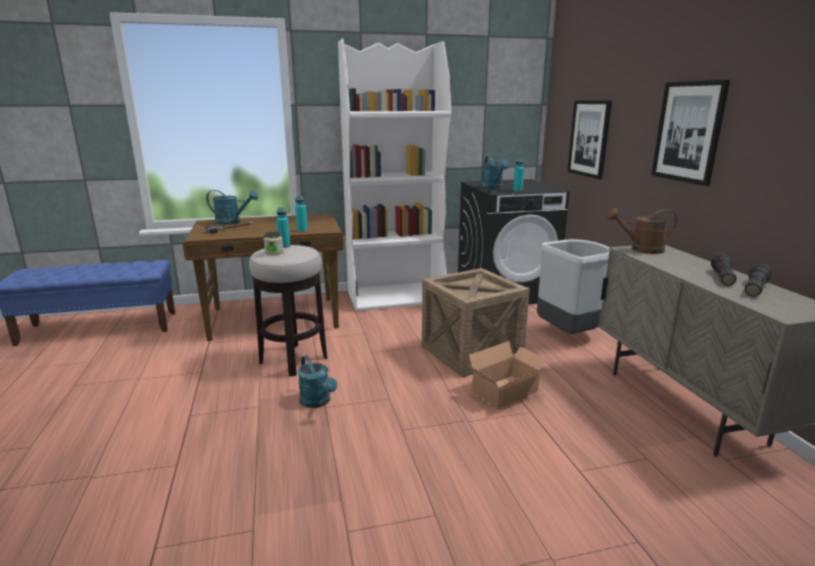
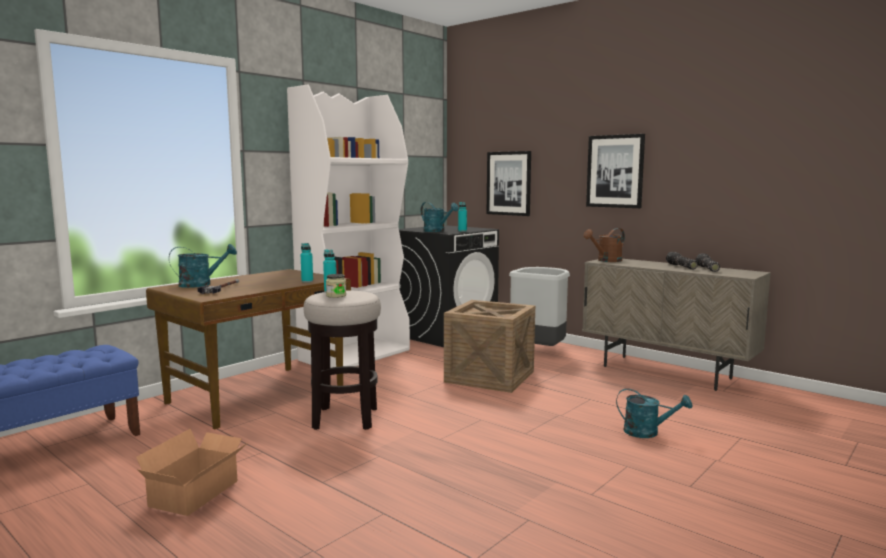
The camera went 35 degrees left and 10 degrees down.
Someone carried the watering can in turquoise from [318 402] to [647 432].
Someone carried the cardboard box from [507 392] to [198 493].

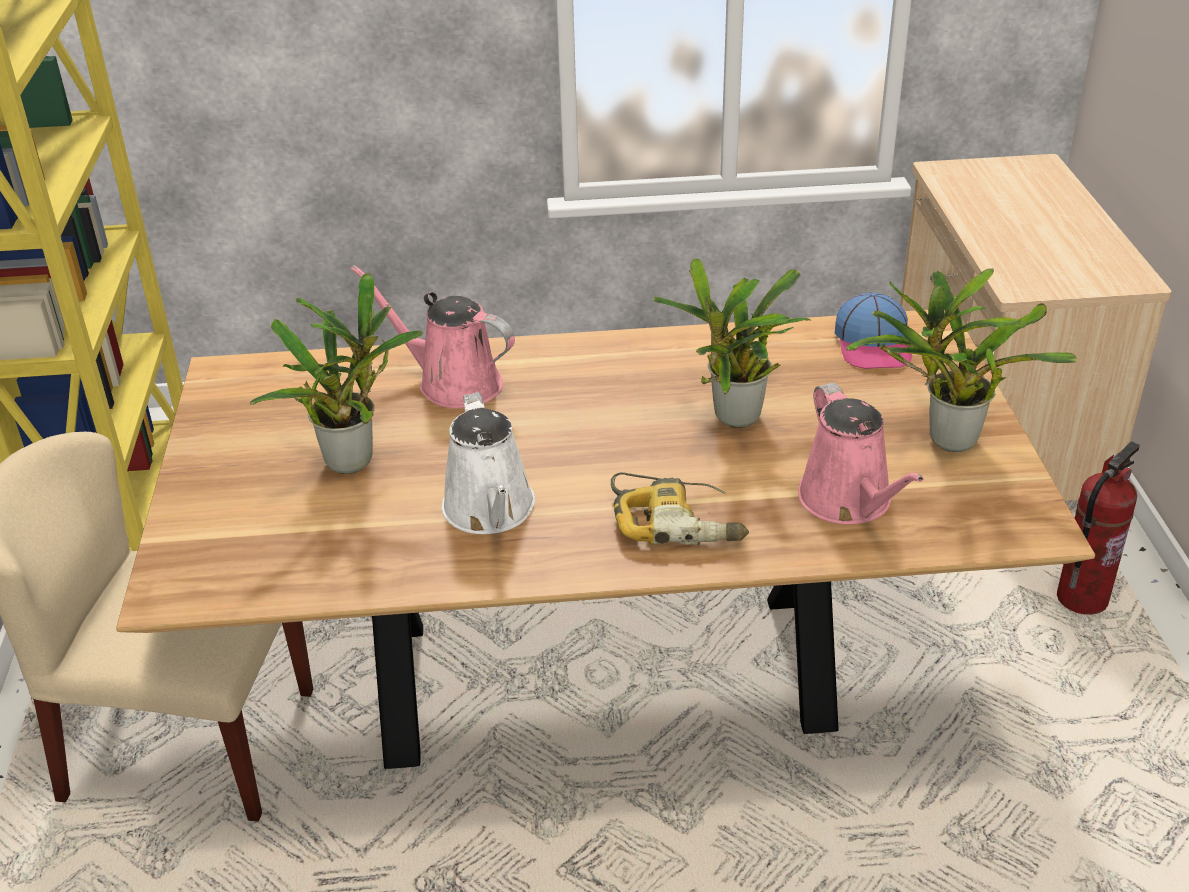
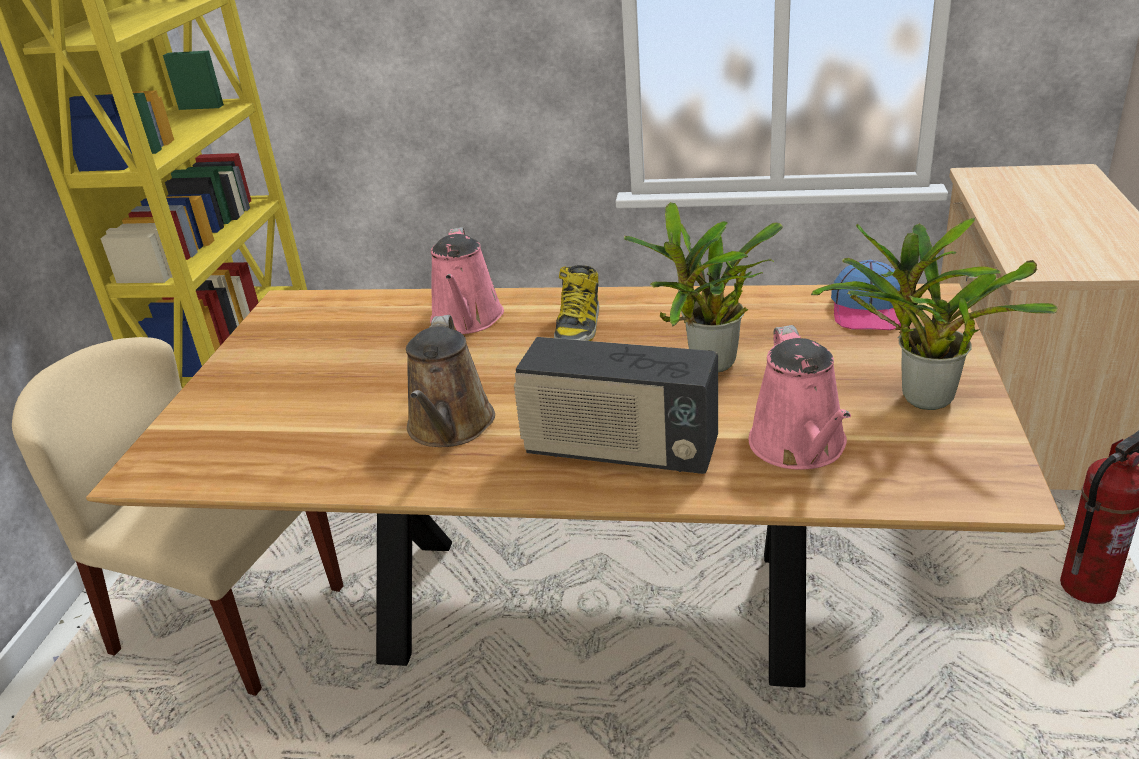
The camera went 15 degrees right and 5 degrees down.
Someone took away the potted plant at [354 458].
Someone rotated the watering can in pink at [452 383] by 135 degrees counterclockwise.
Someone repainted the watering can in white at [490 511], which became the watering can in brown at [450 427].
Someone swapped the power drill at [677 521] for the radio at [620 451].
Someone put down the boot at [578 327].

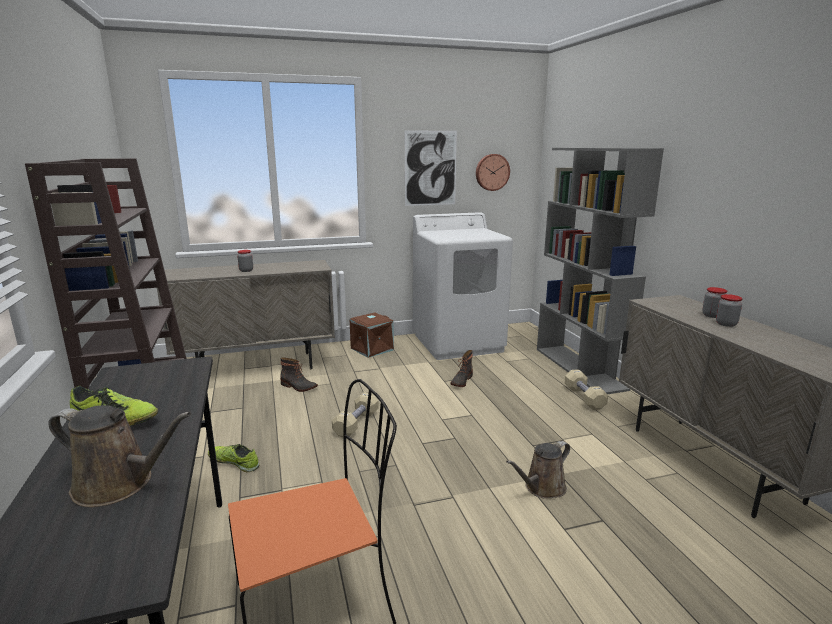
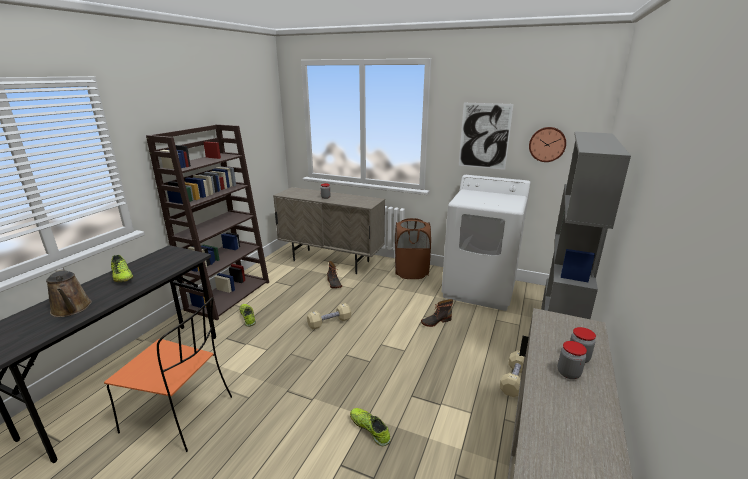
The camera went 40 degrees right and 5 degrees up.
Someone swapped the storage box in brown at [372 349] for the laundry basket in brown at [411 272].
Someone swapped the watering can in brown at [542 488] for the shoe at [370 429].

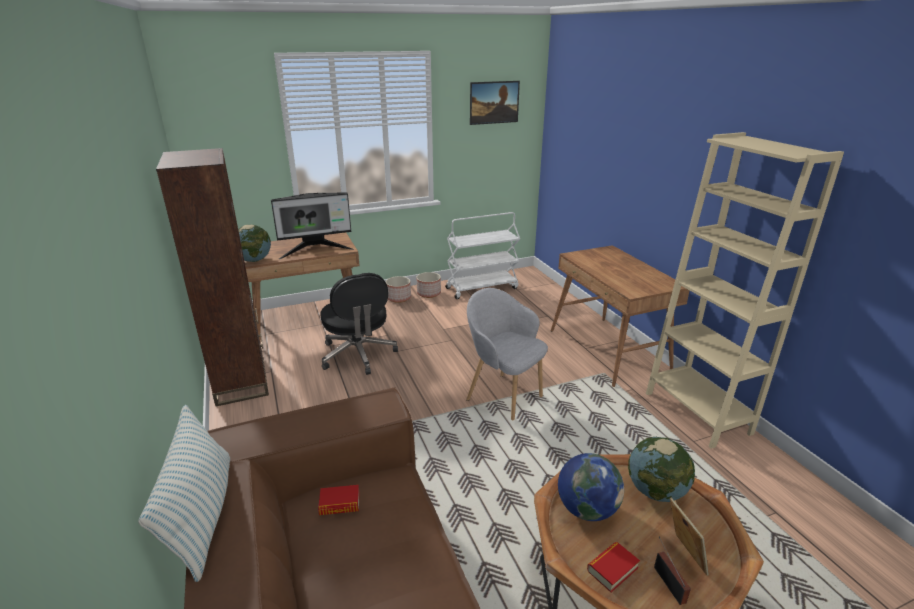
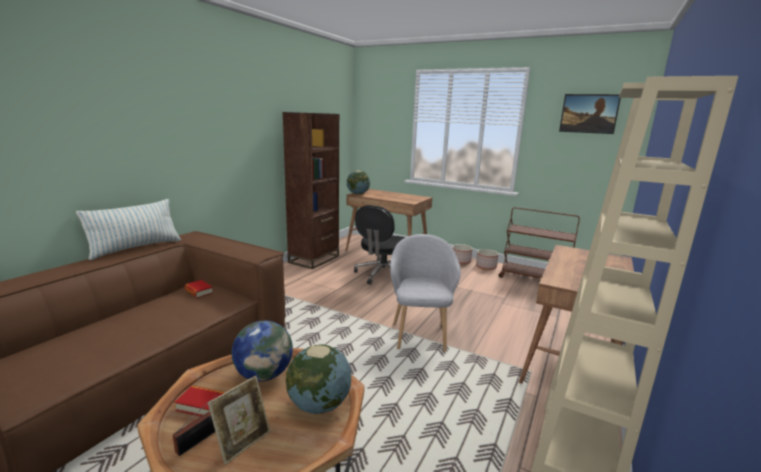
The camera went 50 degrees right and 10 degrees down.
Someone took away the monitor at [316 250].
Someone repainted the cart in white at [482 288], which became the cart in brown at [534 279].

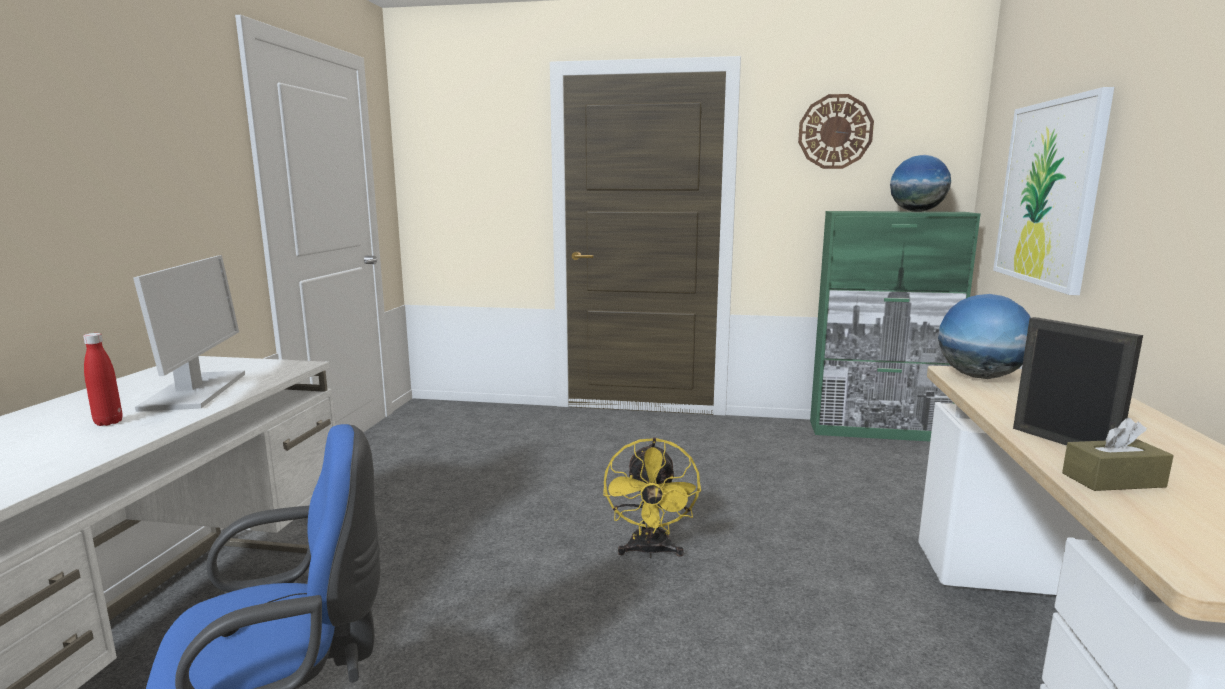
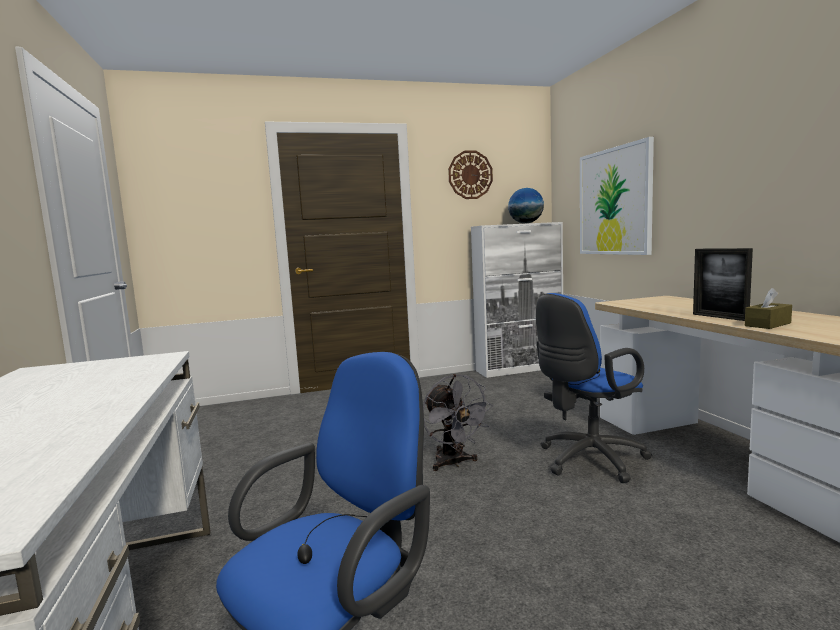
The camera went 25 degrees left and 5 degrees down.
Someone took away the bottle in red at [108 422].
Someone took away the monitor at [195 391].
Someone repainted the fan in yellow at [650 551], which became the fan in grey at [453 463].
Someone repainted the cabinet in green at [878 431], which became the cabinet in white at [520 369].
Someone took away the globe at [979 377].
Someone rotated the picture frame at [1063 442] by 150 degrees counterclockwise.
Someone put down the office chair in blue at [587 461].

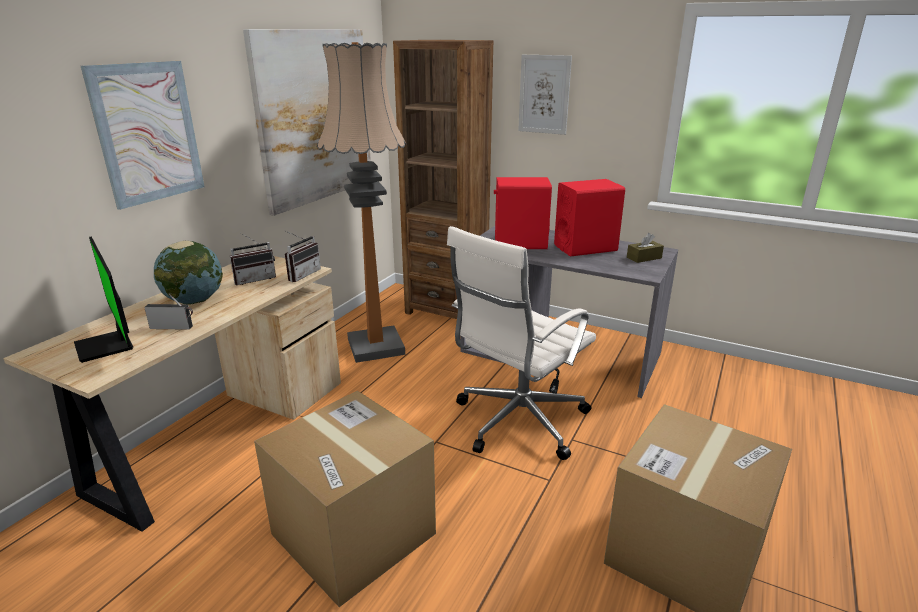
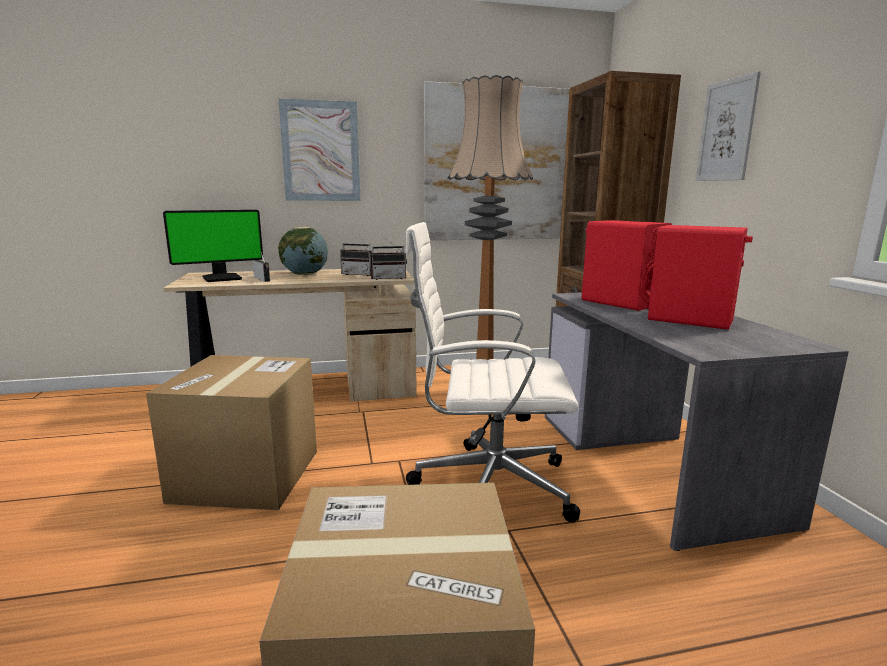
The camera went 50 degrees right and 10 degrees down.
Someone rotated the monitor at [107 346] by 135 degrees counterclockwise.
Someone took away the tissue box in brown at [644 258].

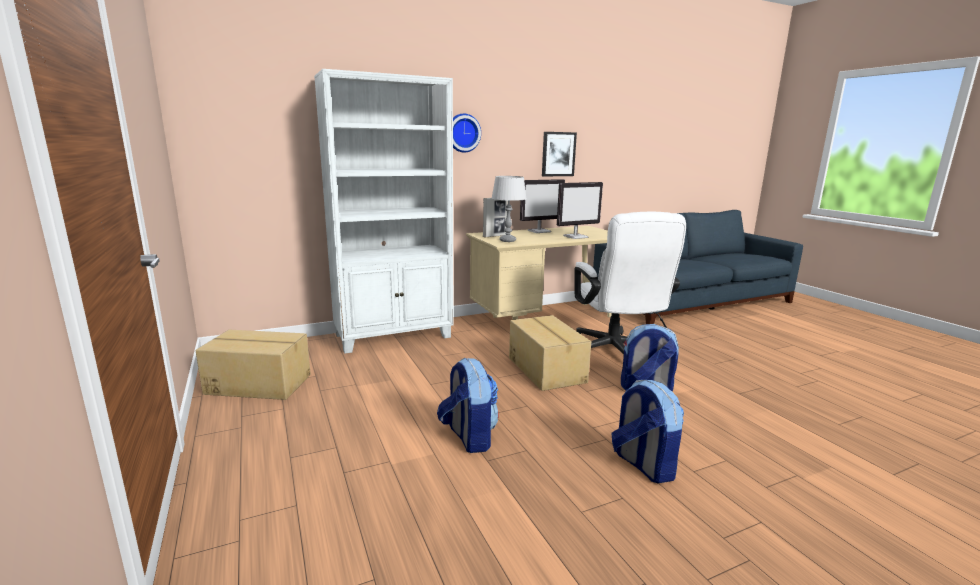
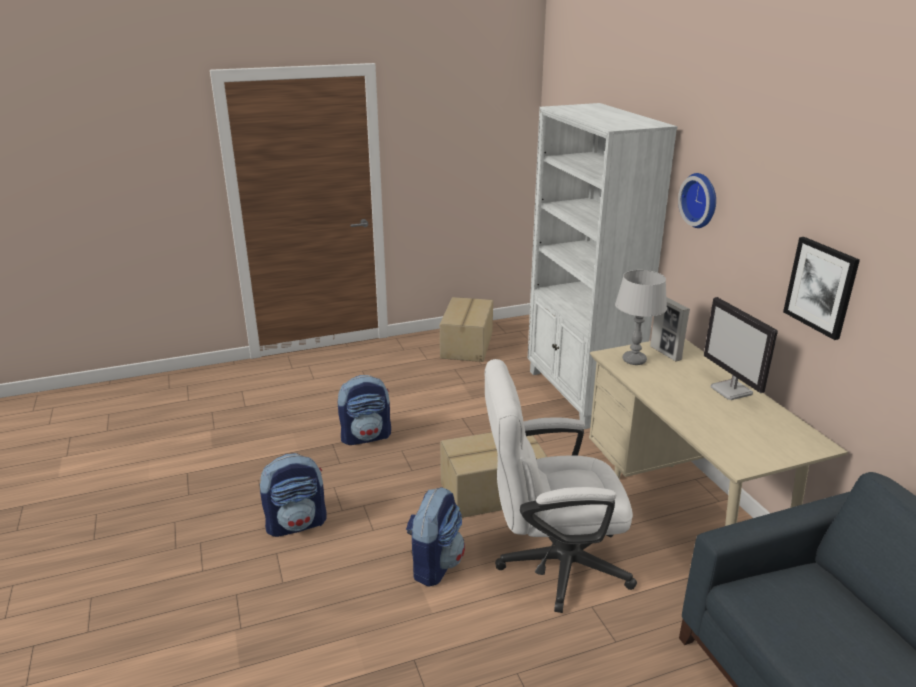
The camera went 95 degrees right and 10 degrees up.
Someone took away the monitor at [576 237].

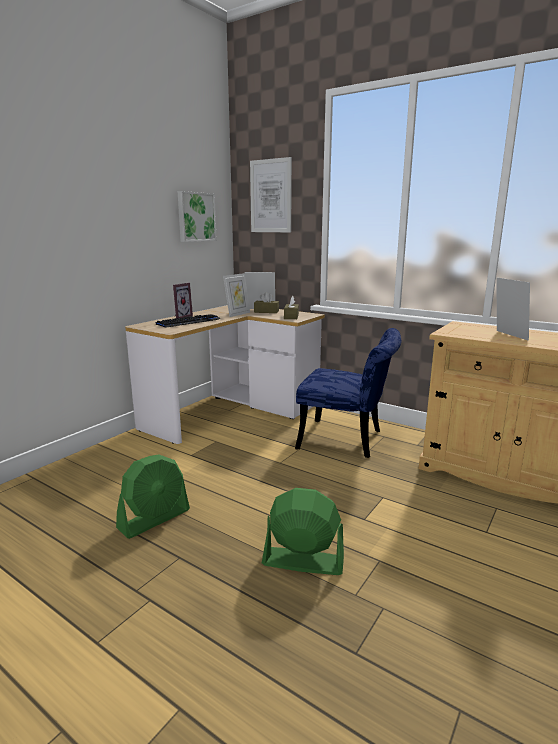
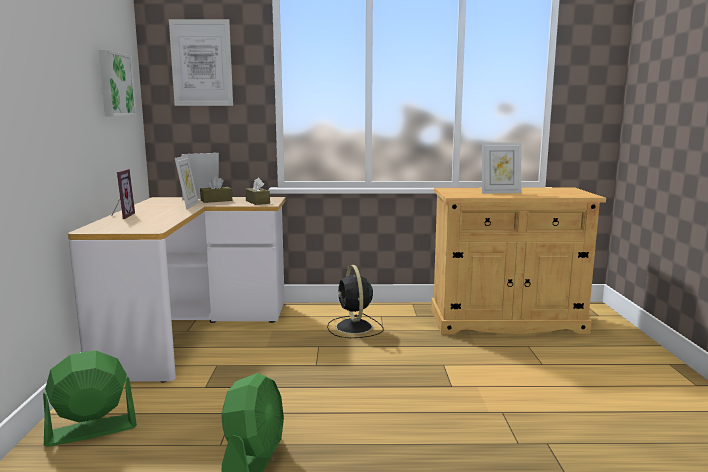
The camera went 35 degrees left and 5 degrees down.
Someone took away the keyboard at [189 322].
Someone carried the fan in green from [302 561] to [91 430].
Someone swapped the chair in blue at [348 440] for the fan in black at [354 328].
Someone rotated the picture frame at [508 335] by 135 degrees clockwise.

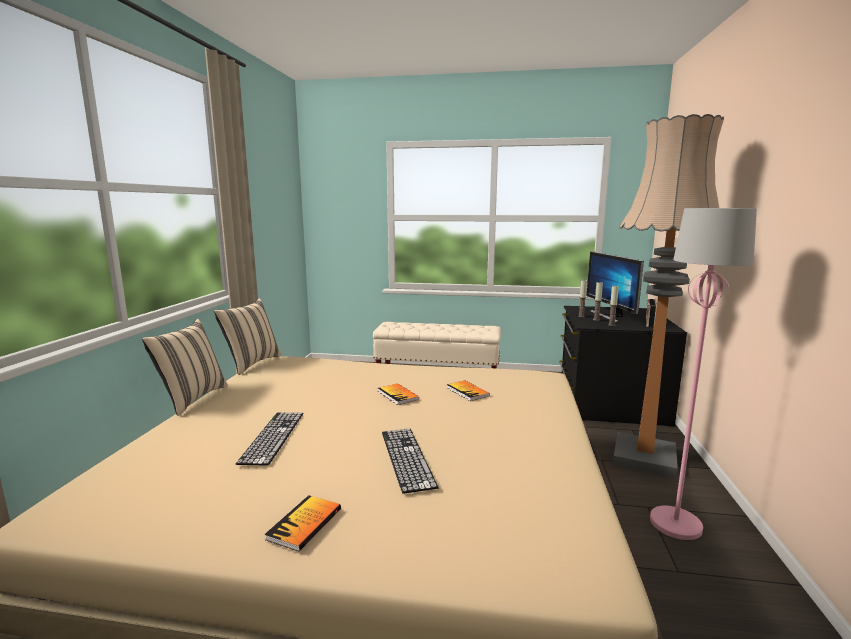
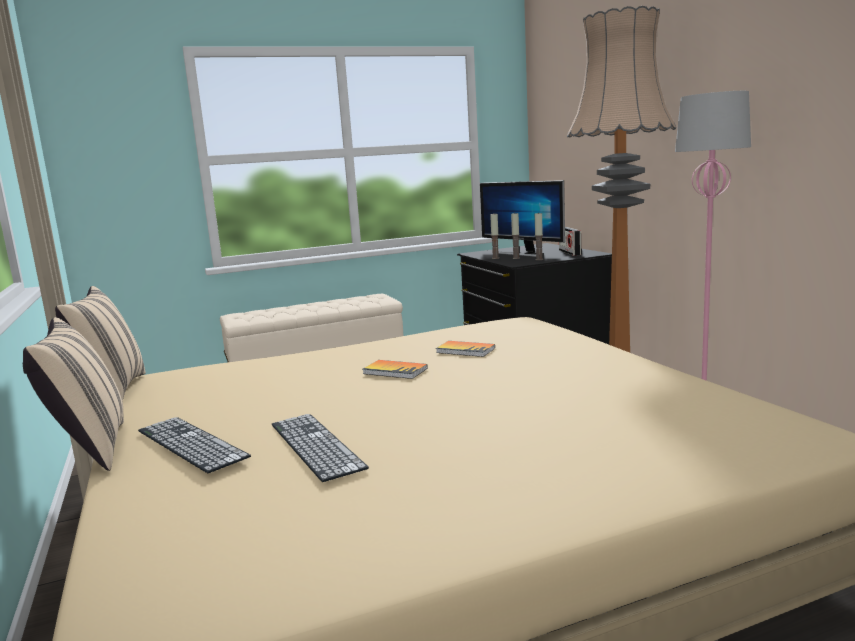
The camera went 30 degrees left and 0 degrees up.
Someone took away the book at [304 524].
Someone carried the keyboard from [406 458] to [191 443].

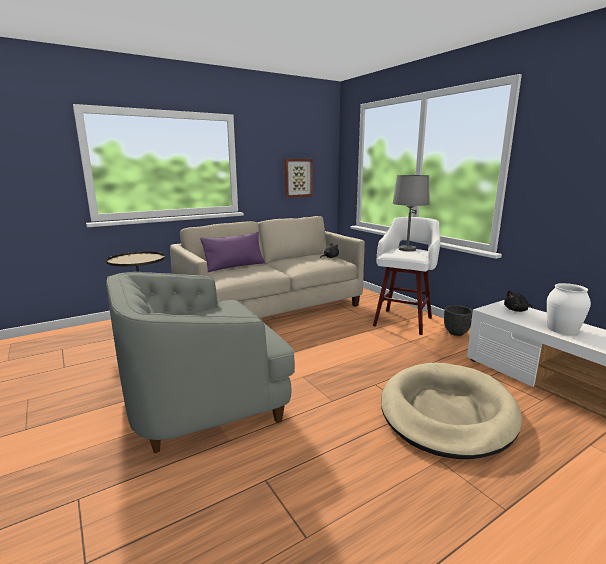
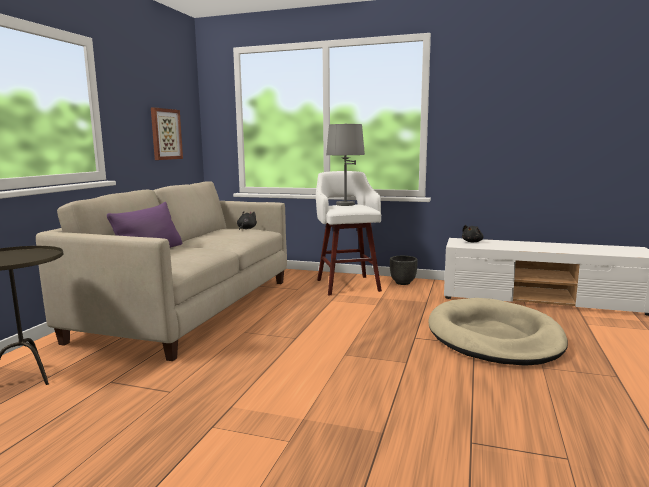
The camera went 40 degrees left and 5 degrees down.
Someone took away the armchair in grey at [202 398].
Someone took away the vase in white at [562 329].

